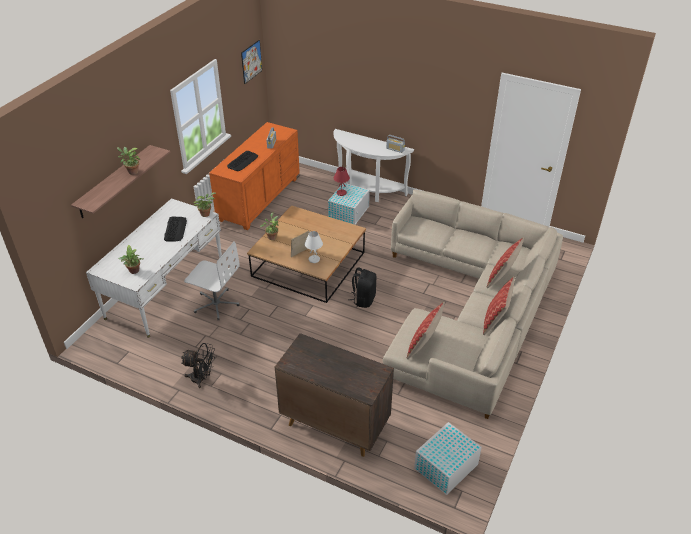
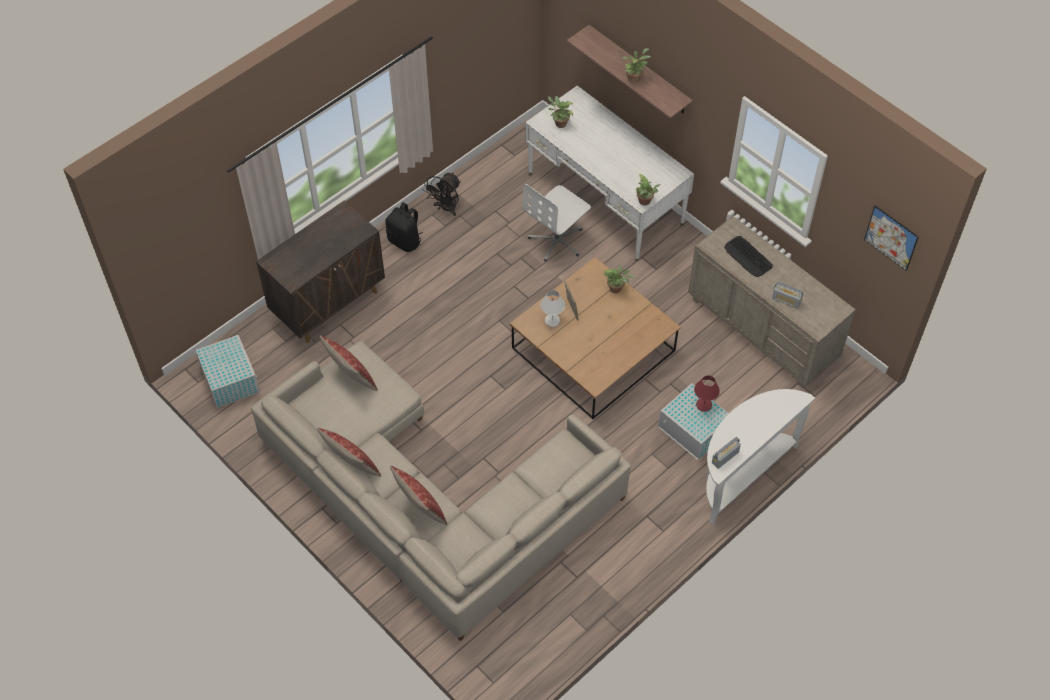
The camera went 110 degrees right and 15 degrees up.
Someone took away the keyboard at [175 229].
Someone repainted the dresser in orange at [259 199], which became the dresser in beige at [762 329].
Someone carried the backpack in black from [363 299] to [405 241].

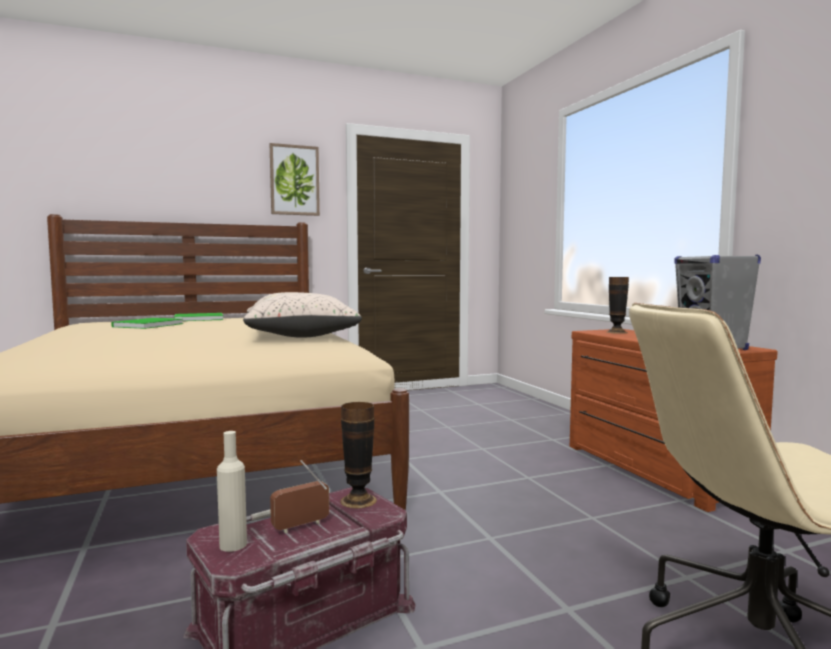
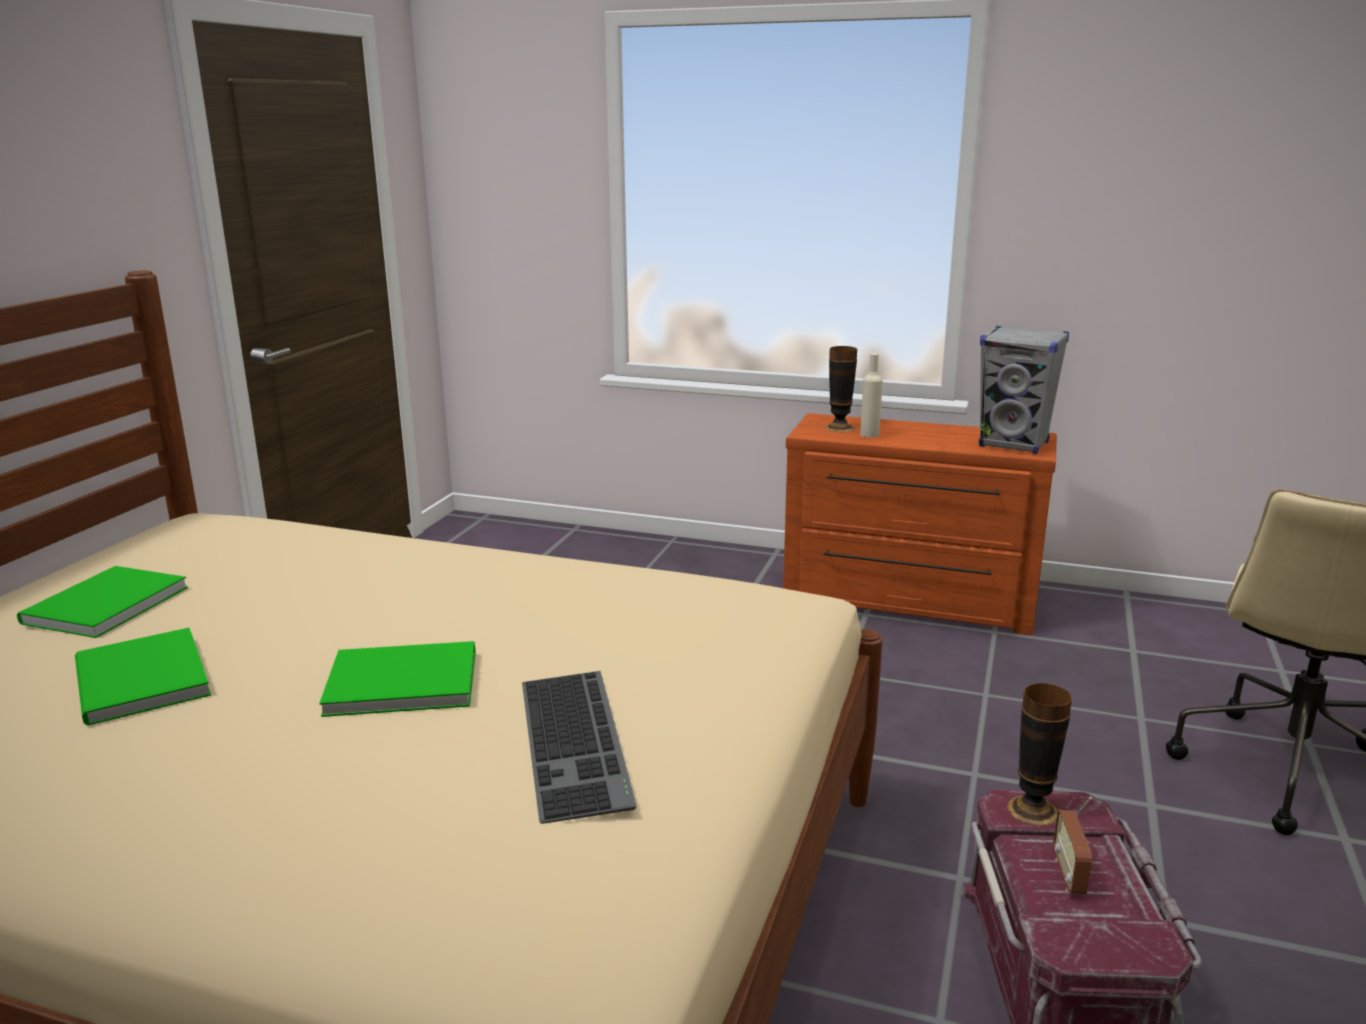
The camera went 50 degrees left and 15 degrees up.
Someone carried the bottle in beige from [233 545] to [869 434].
Someone took away the pillow in beige at [300 336].
Someone took away the picture at [294 180].
Someone put down the book in green at [398 681].
Someone put down the keyboard at [578 742].

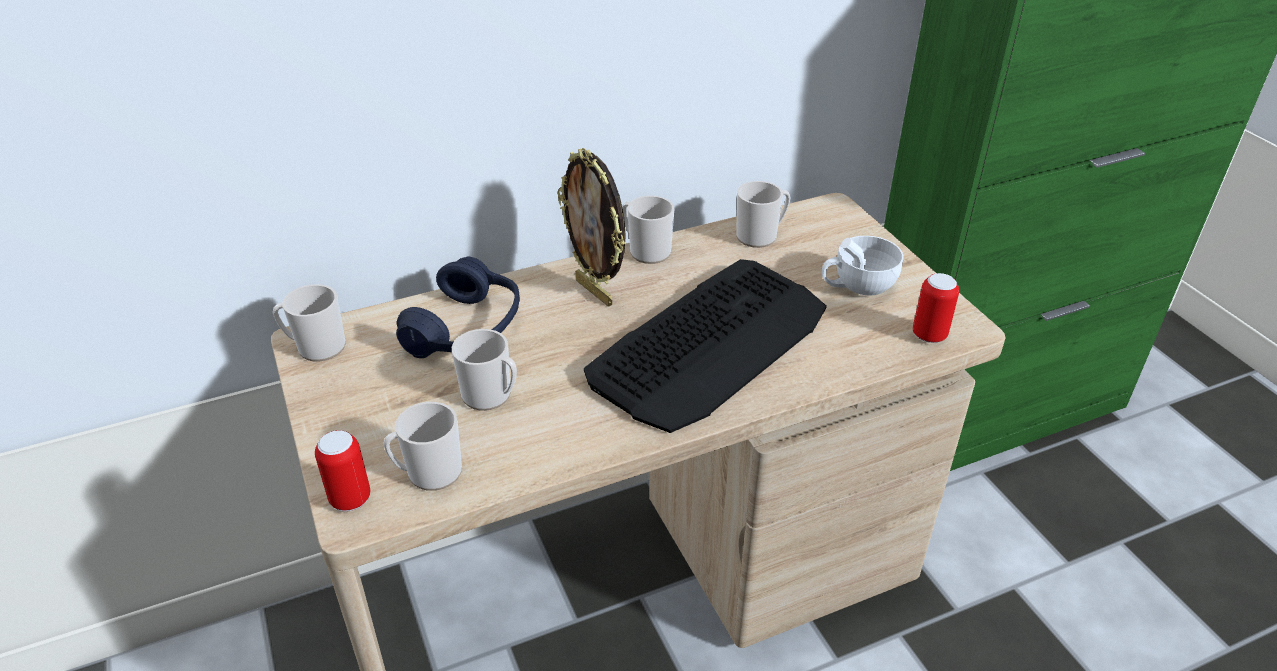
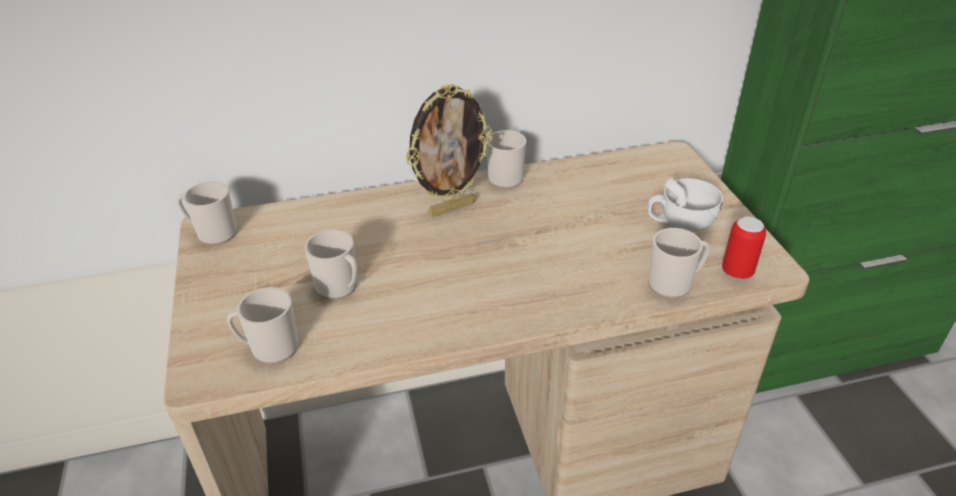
The camera went 10 degrees right and 0 degrees up.
Someone took away the can at [350 499].
Someone took away the headphones in blue at [466 329].
Someone rotated the picture frame at [595 291] by 90 degrees counterclockwise.
Someone took away the keyboard at [711 343].
Someone carried the mug from [760 236] to [674 283].

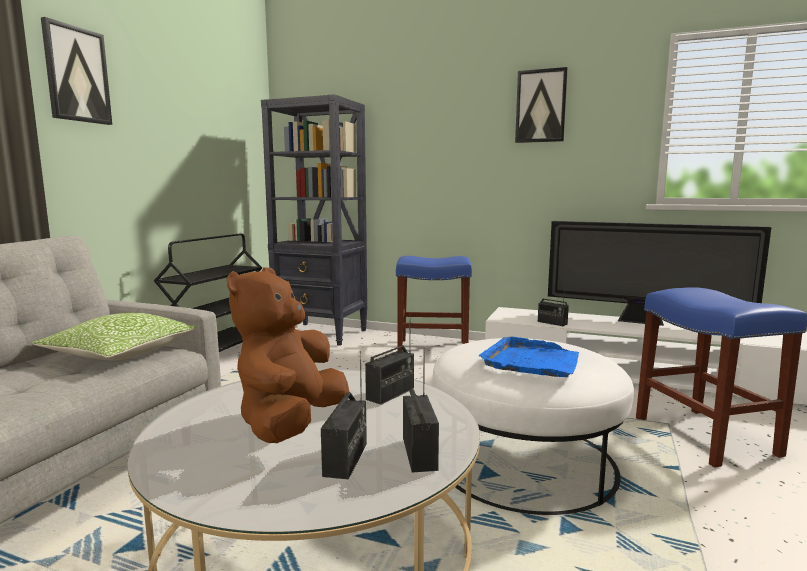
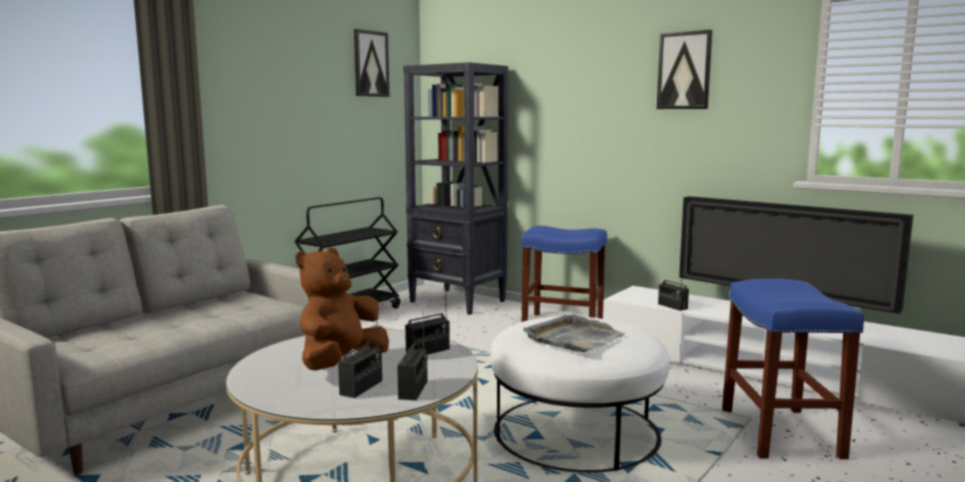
The camera went 15 degrees right and 0 degrees up.
Someone took away the pillow at [121 353].
Someone carried the picture from [76 74] to [370 64].
Someone repainted the tray in blue at [532 362], which became the tray in grey at [574 338].

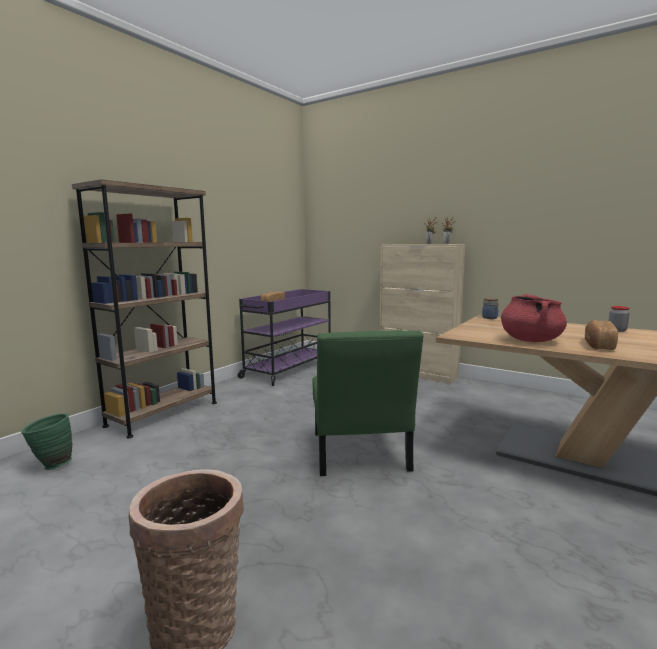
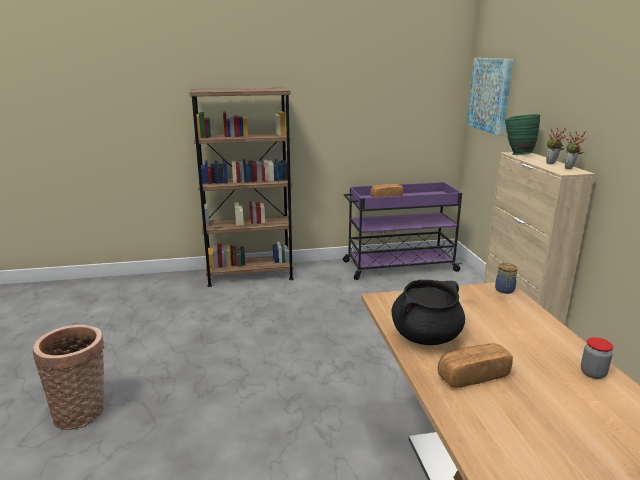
The camera went 45 degrees right and 10 degrees up.
Someone carried the vase in green from [51 465] to [517 154].
Someone took away the chair in green at [360 455].
Someone repainted the cooking pot in red at [530 340], which became the cooking pot in black at [426 336].
Someone put up the picture at [490 95].

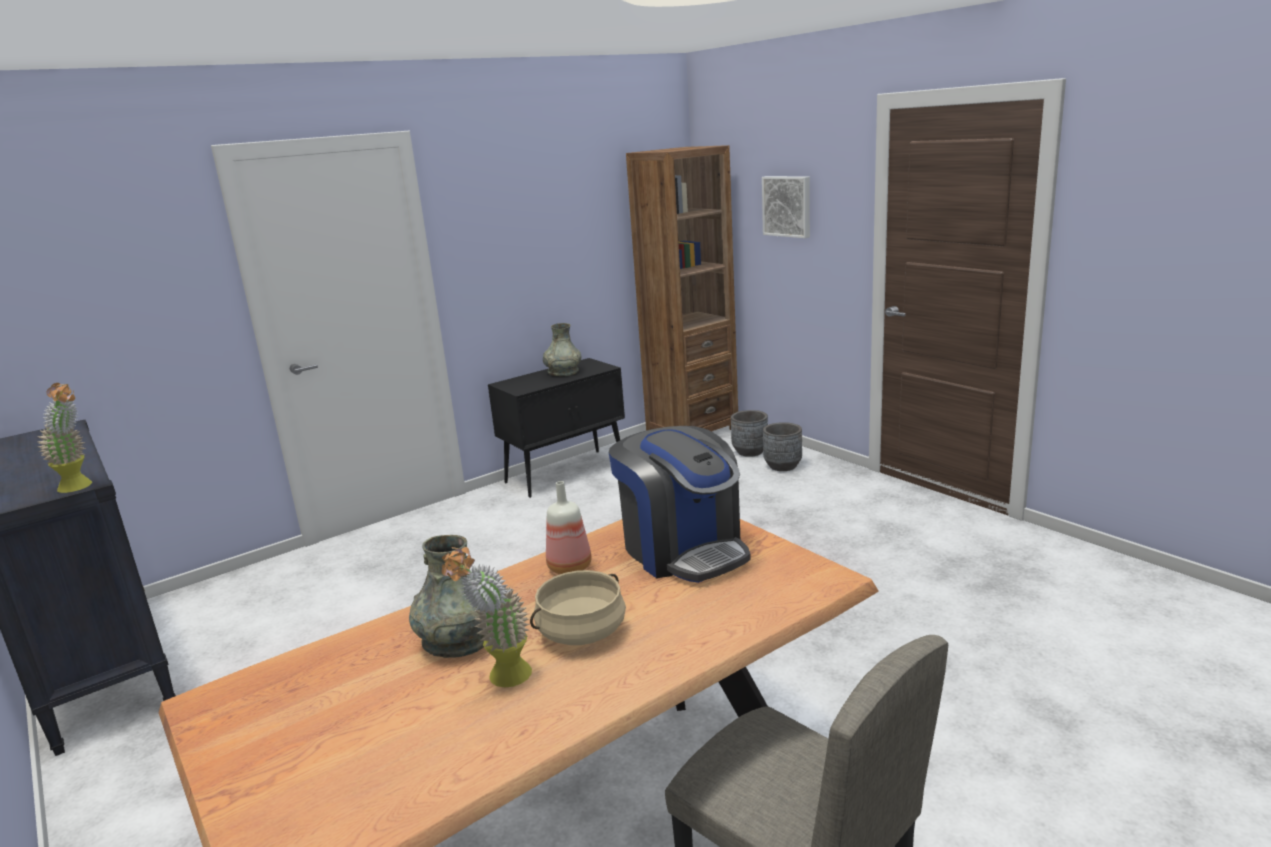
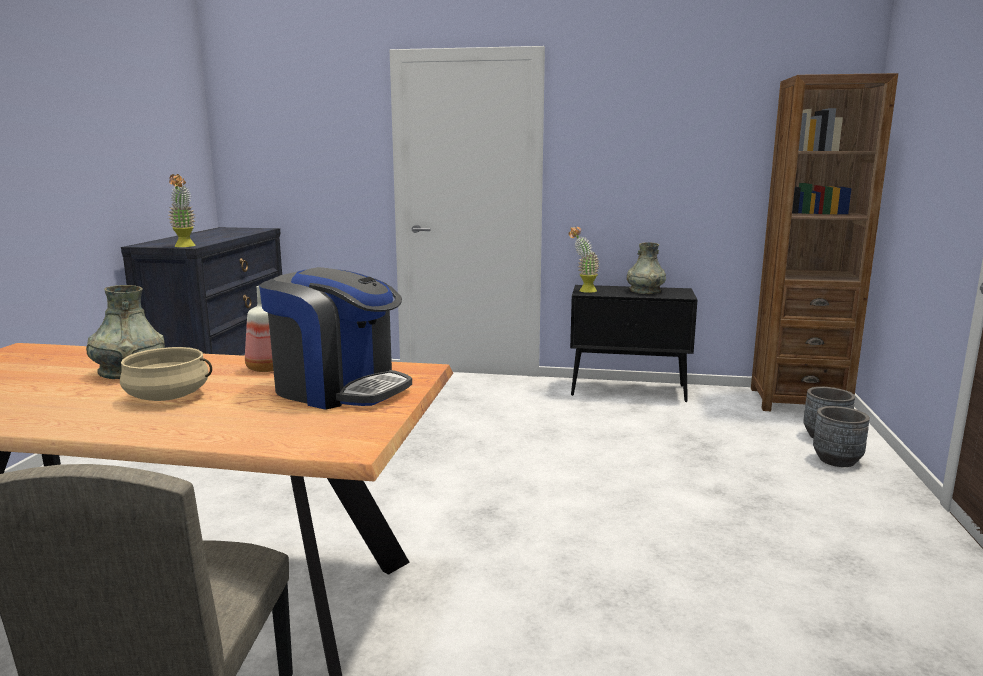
The camera went 45 degrees right and 5 degrees down.
Someone carried the potted plant from [500 679] to [583 291].
Someone rotated the coffee machine at [683 550] by 75 degrees counterclockwise.
Someone took away the picture at [788 206].

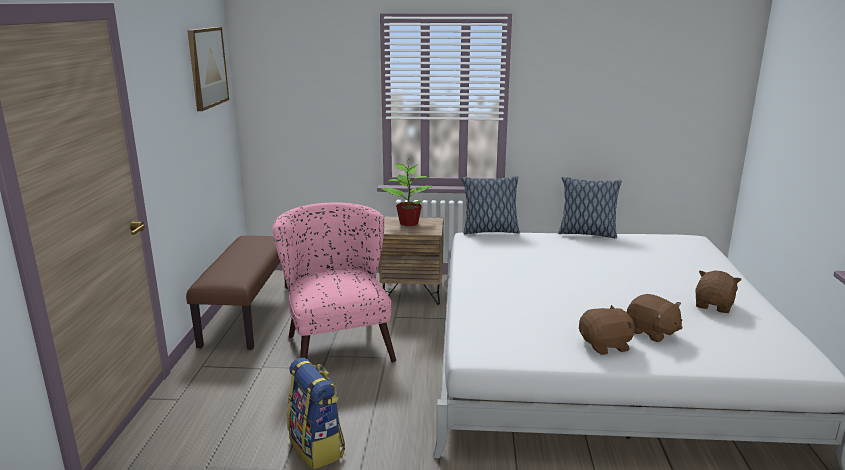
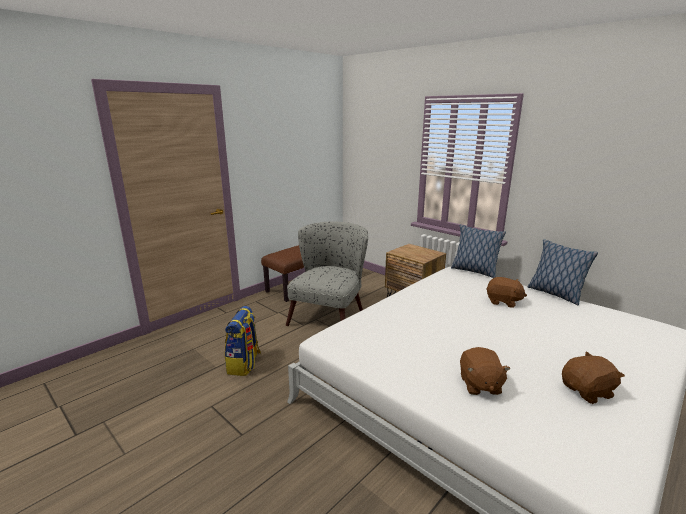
The camera went 40 degrees right and 0 degrees up.
Someone took away the picture at [207 67].
Someone repainted the armchair in pink at [337 342], which became the armchair in grey at [330 314].
Someone took away the potted plant at [409 223].
Someone carried the plush toy in brown from [605 345] to [503 302].

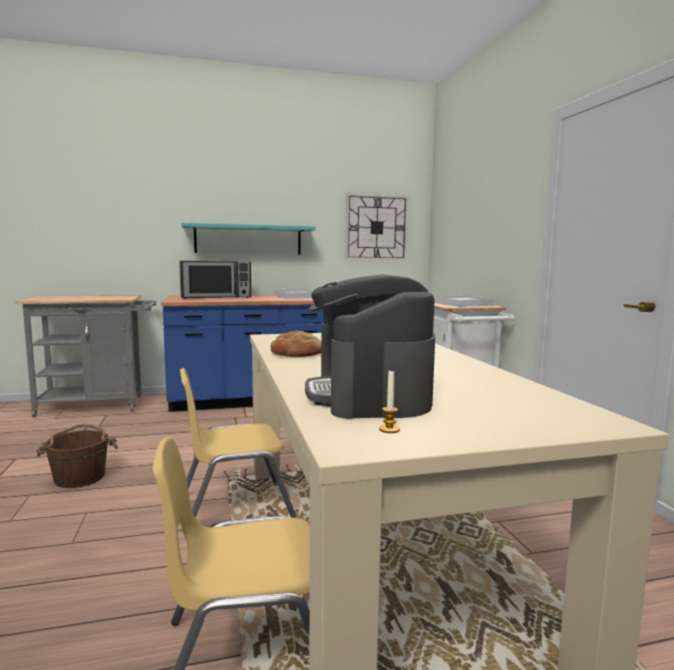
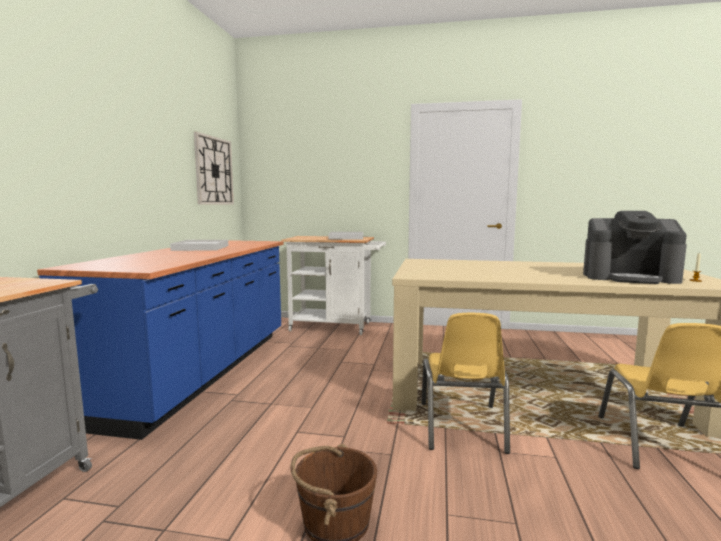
The camera went 65 degrees left and 0 degrees up.
Someone took away the microwave at [216 297].
Someone took away the shelf in turquoise at [248 240].
Someone took away the bread at [297 353].

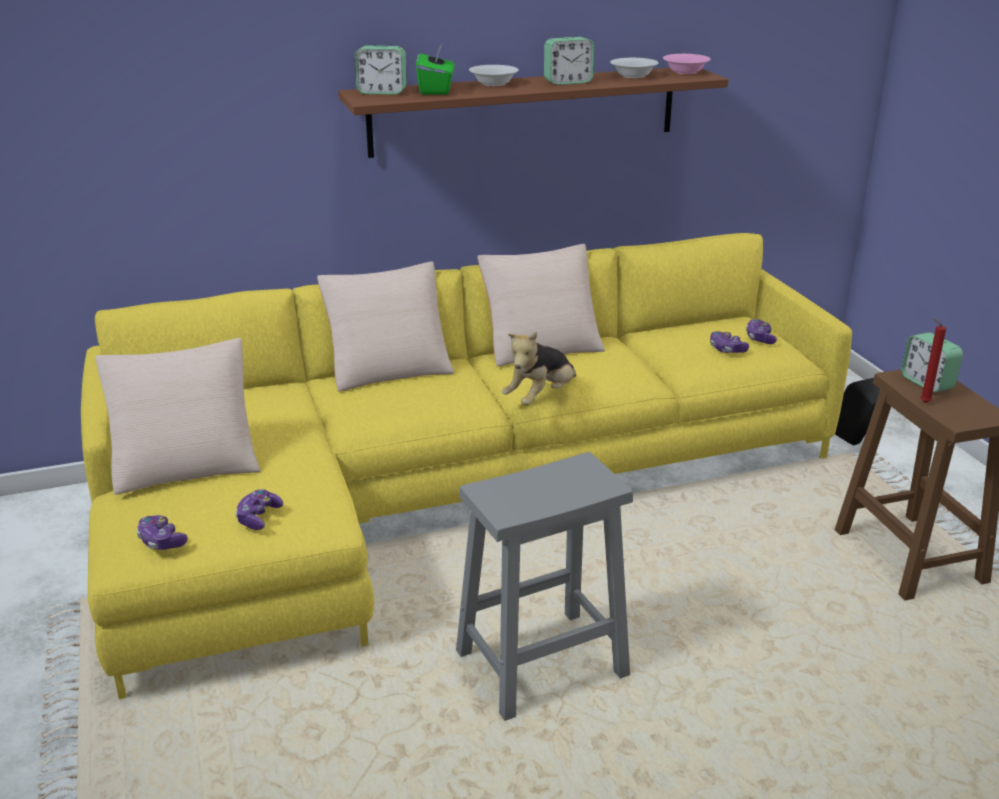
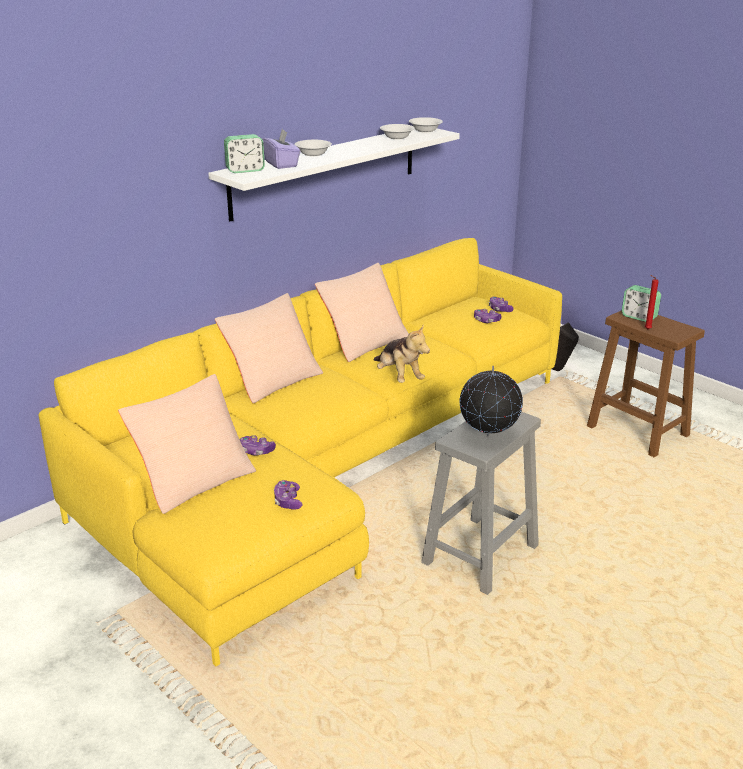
The camera went 25 degrees left and 0 degrees up.
Someone carried the game controller from [161 541] to [256 451].
Someone repainted the shelf in brown at [524 111], which became the shelf in white at [326 171].
Someone repainted the tissue box in green at [436 90], which became the tissue box in purple at [281 164].
Someone rotated the plush toy at [540 397] by 45 degrees counterclockwise.
Someone took away the alarm clock at [568 82].
Someone repainted the bowl in pink at [685 71], which became the bowl in white at [425 130].
Someone put down the globe at [488 436].

